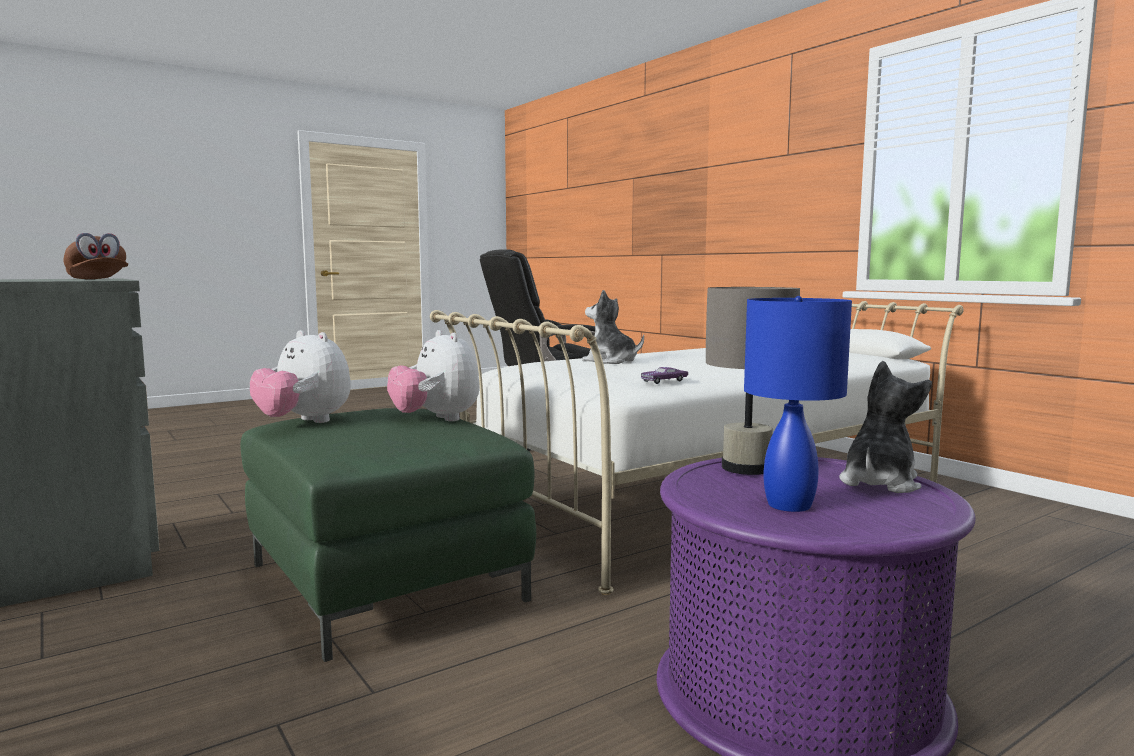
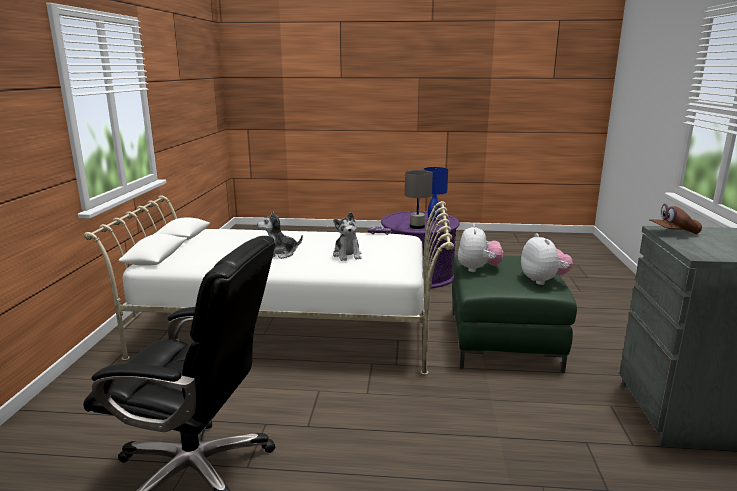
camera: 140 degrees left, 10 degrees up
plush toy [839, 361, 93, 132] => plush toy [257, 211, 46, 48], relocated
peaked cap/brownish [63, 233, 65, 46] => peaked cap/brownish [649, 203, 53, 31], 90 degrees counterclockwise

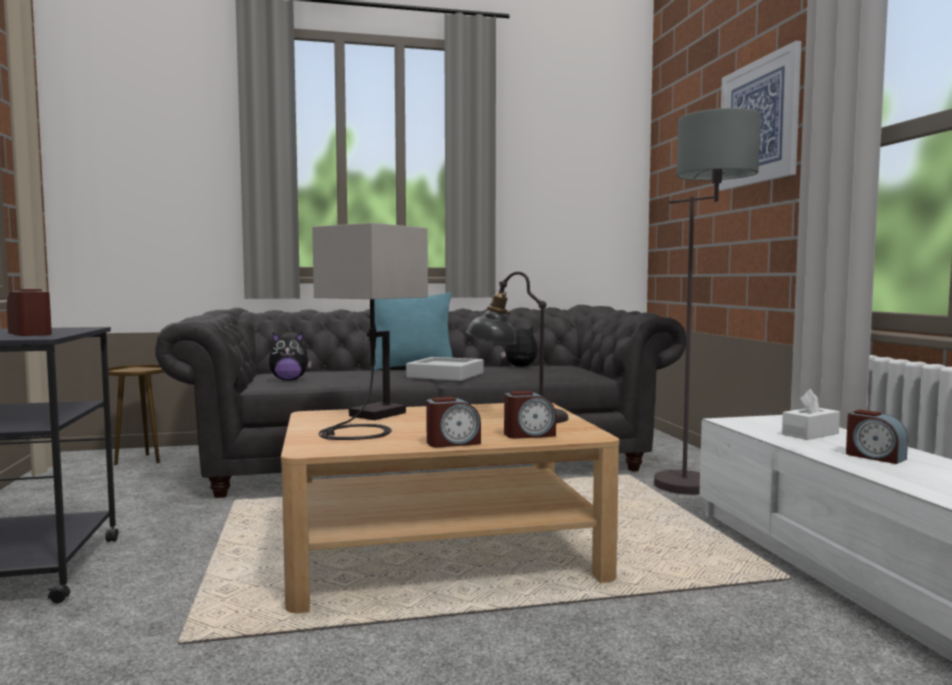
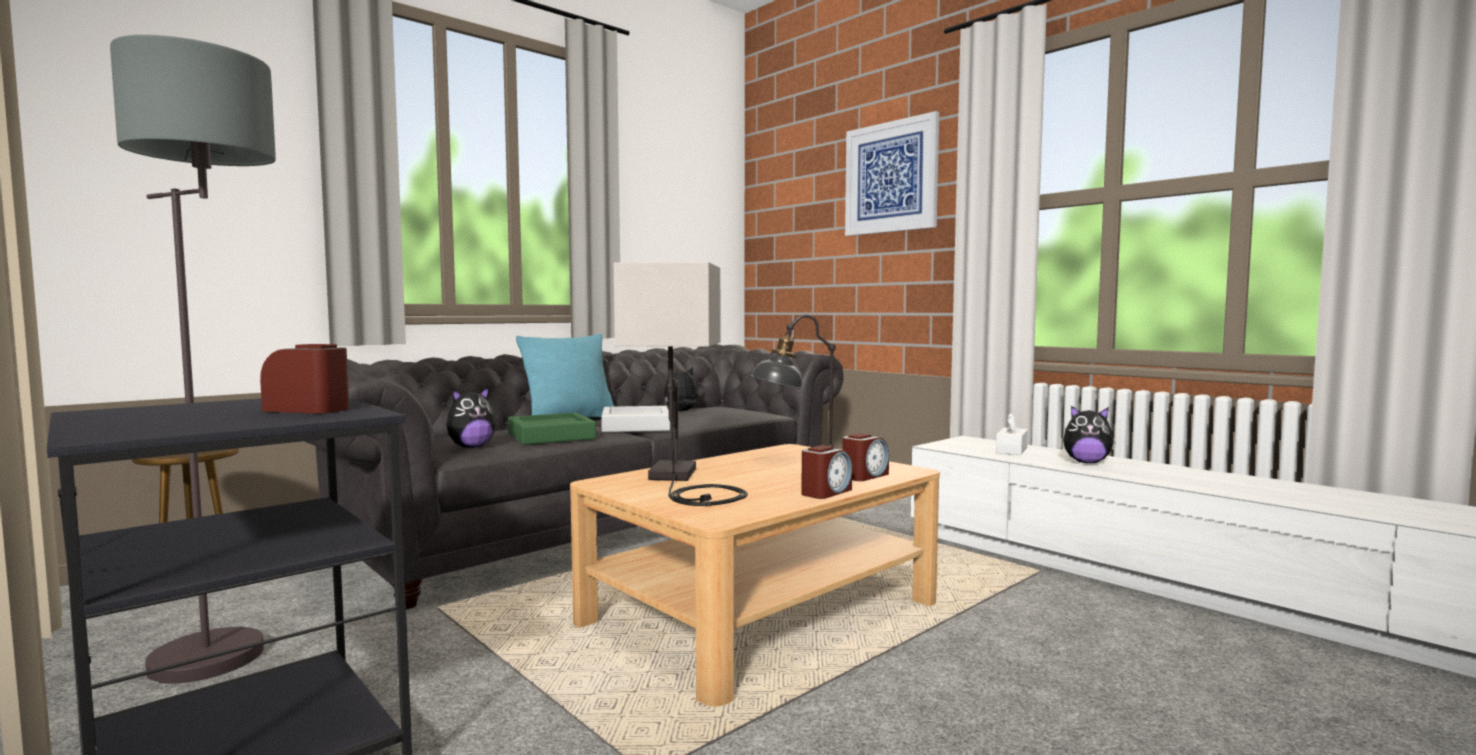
camera: 30 degrees left, 0 degrees up
standard lamp/greyish [654, 108, 106, 387] => standard lamp/greyish [110, 35, 166, 649], relocated
nothing => tray/greenish [508, 412, 88, 33]
table clock [846, 410, 62, 54] => plush toy [1063, 406, 53, 57]

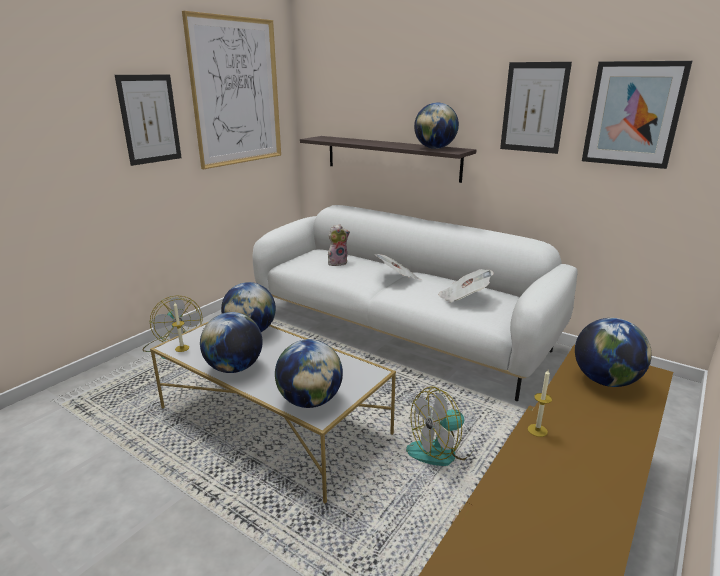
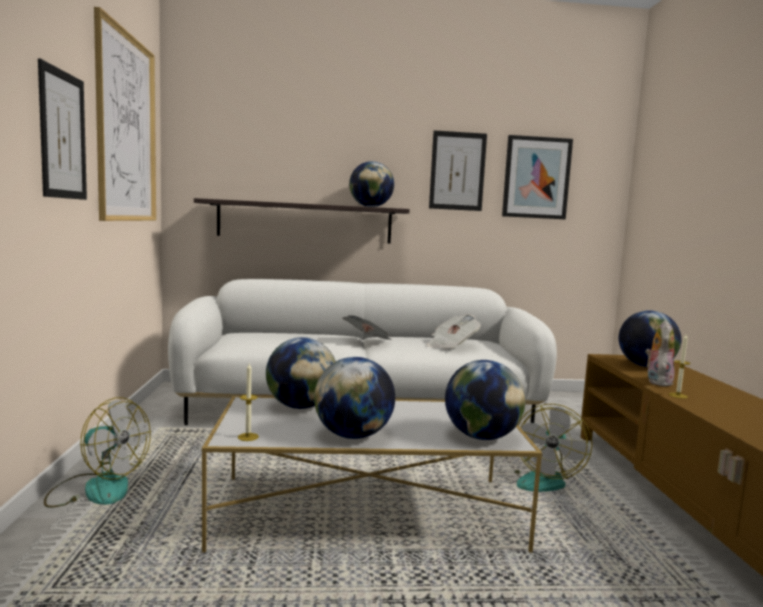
camera: 40 degrees left, 15 degrees down
plush toy [328, 224, 22, 42] => plush toy [645, 320, 30, 66], relocated

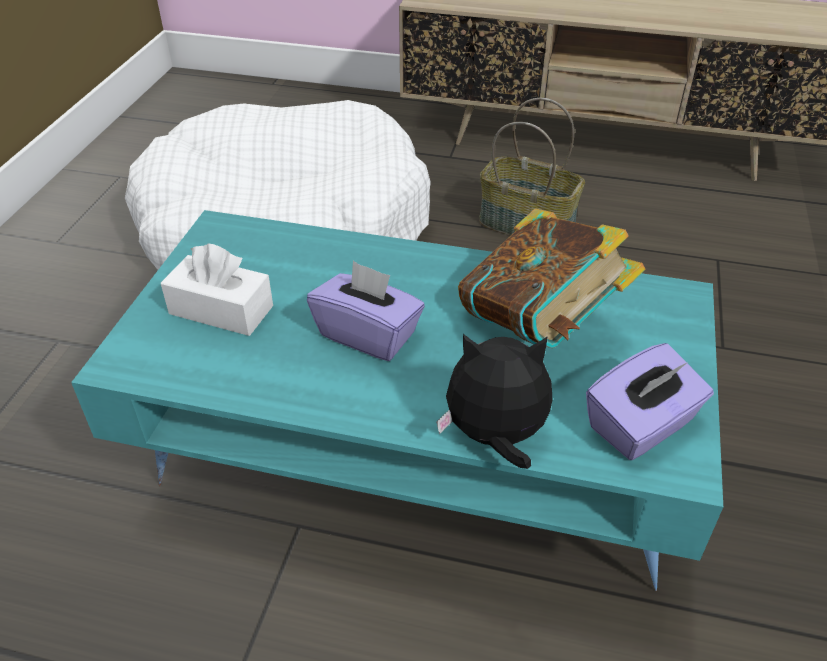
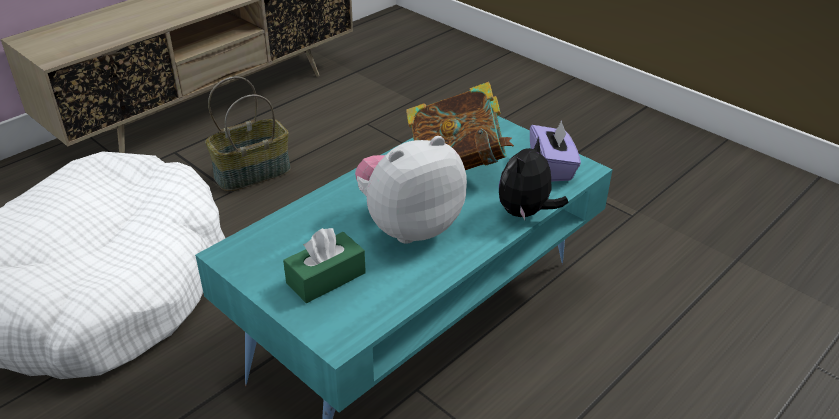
camera: 60 degrees left, 5 degrees down
tissue box/white [161, 243, 112, 93] => tissue box/greenish [283, 228, 83, 75]
tissue box/purple [307, 261, 118, 100] => plush toy [355, 136, 112, 108]

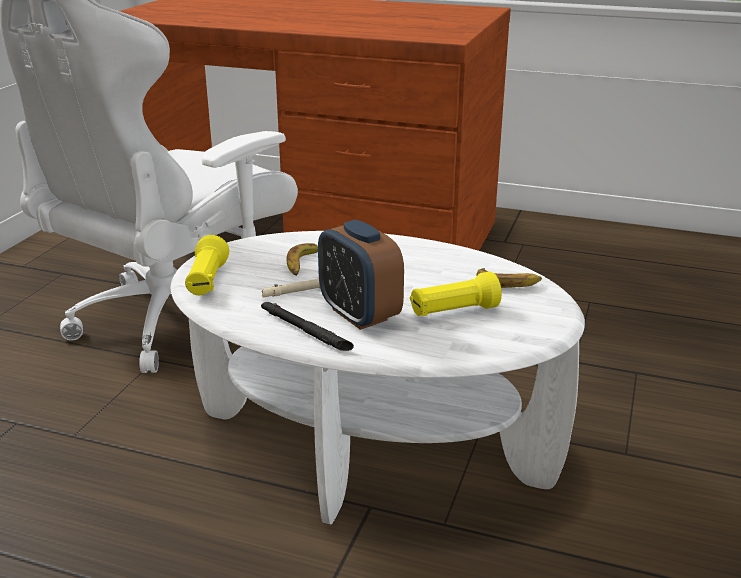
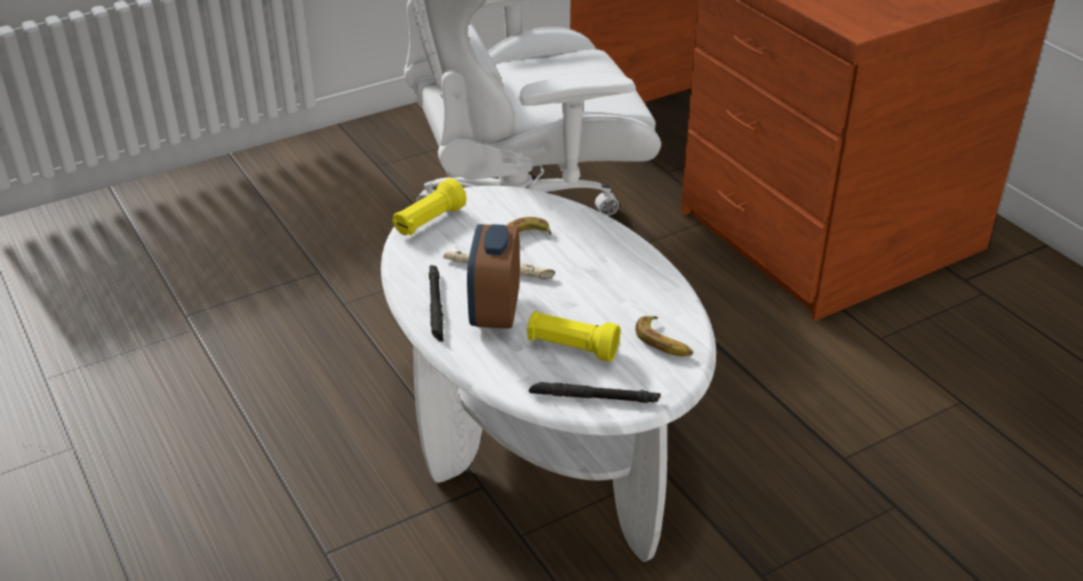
camera: 40 degrees right, 10 degrees up
nothing => torch/black [529, 382, 132, 21]

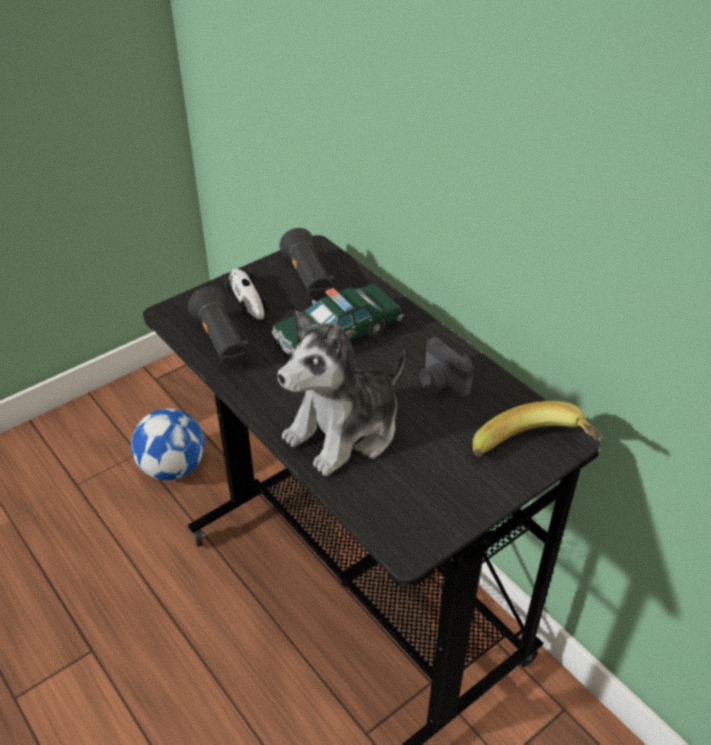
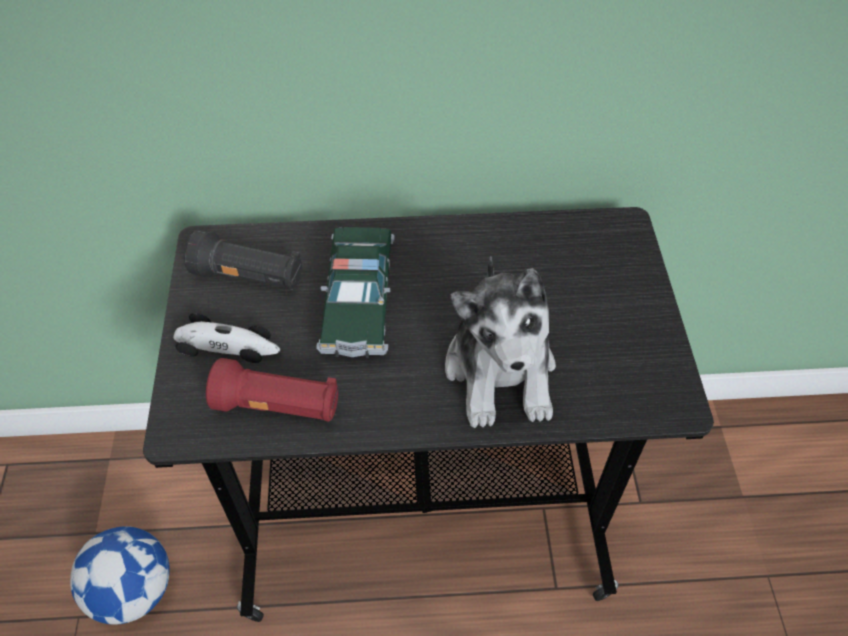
camera: 55 degrees left, 10 degrees up
torch/black [188, 287, 62, 80] => torch/red [206, 358, 132, 64]
photo camera [419, 337, 55, 61] => nothing
banana fruit [473, 401, 129, 56] => nothing

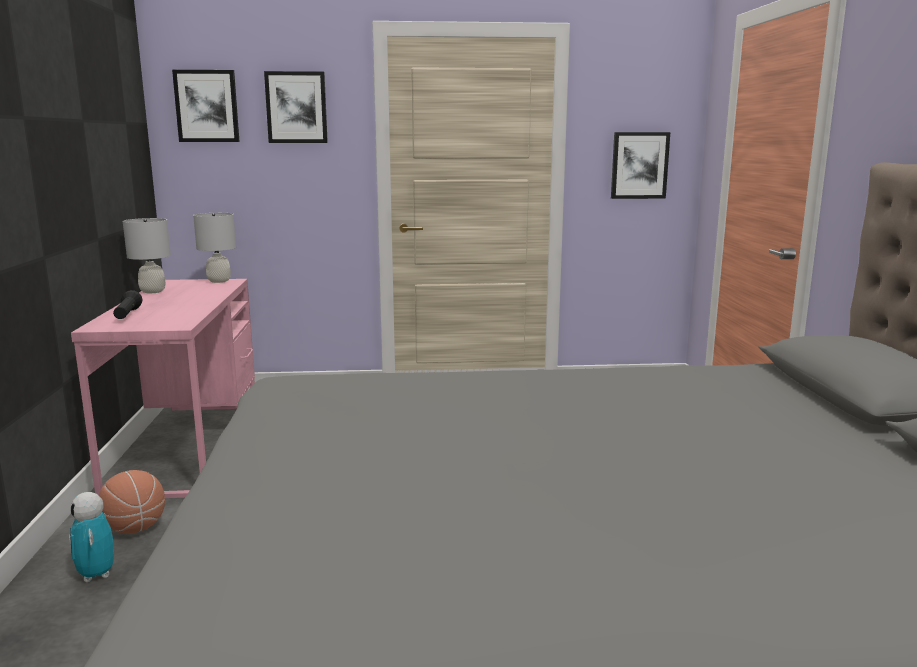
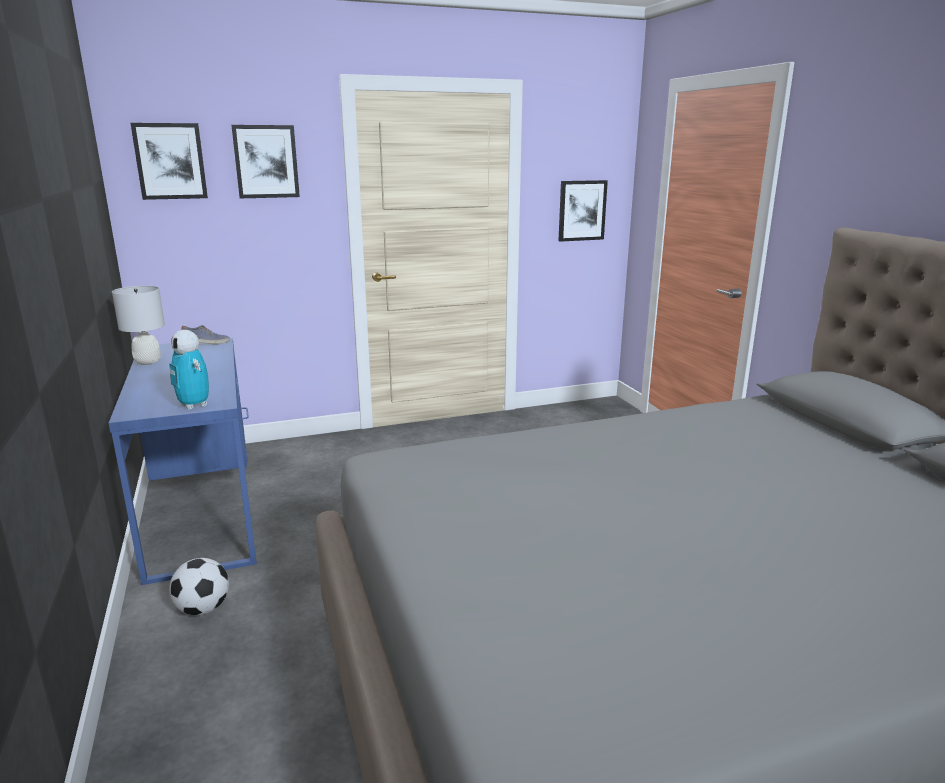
camera: 15 degrees left, 5 degrees up
desk table/pink [71, 279, 184, 219] => desk table/blue [109, 338, 148, 247]
robot figure [69, 492, 45, 90] => robot figure [169, 330, 40, 80], relocated
basketball [99, 470, 66, 64] => football ball [169, 558, 60, 58]
table lamp/greyish [193, 213, 43, 70] => low shoe [181, 325, 49, 19]
torch/black [113, 290, 29, 29] => nothing

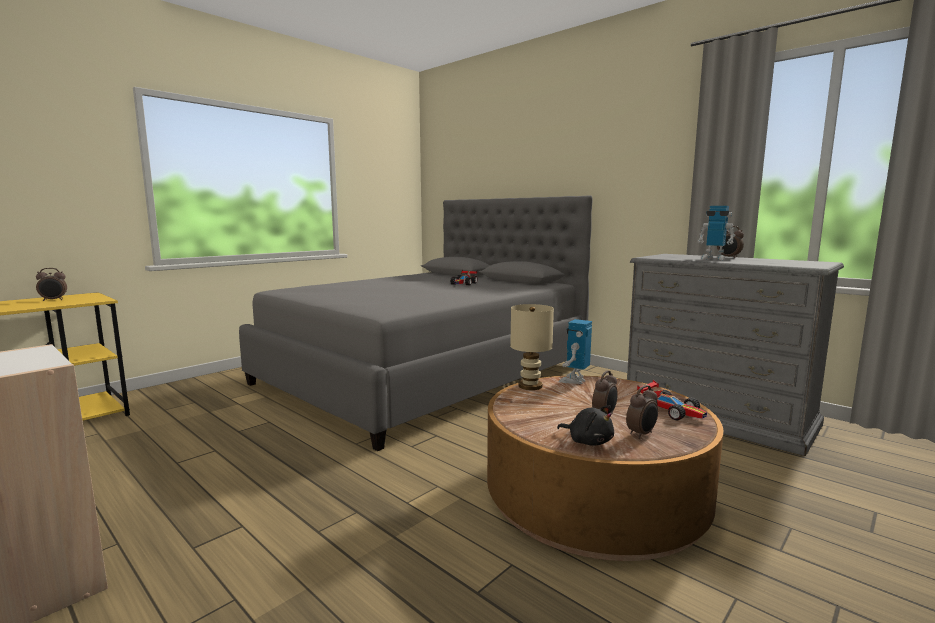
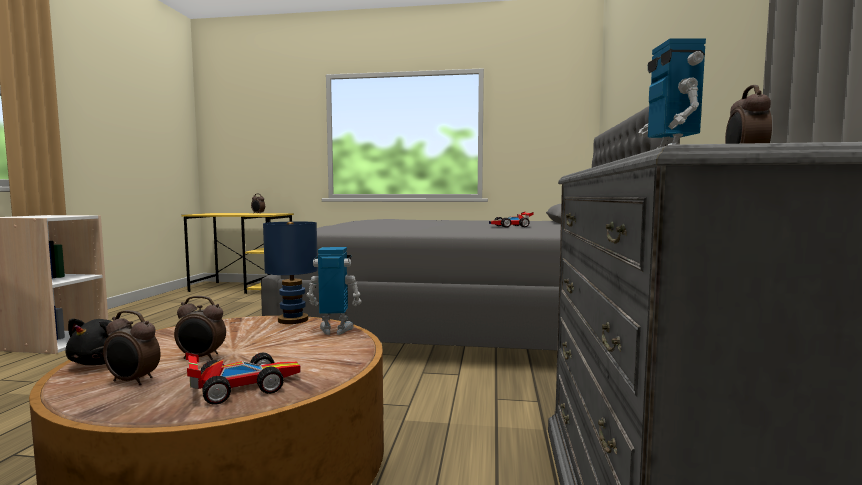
camera: 55 degrees right, 5 degrees down
miniature car [637, 380, 70, 40] => miniature car [186, 352, 115, 53], 135 degrees counterclockwise
table lamp/sand-coloured [510, 304, 44, 86] => table lamp/blue [263, 221, 55, 103]

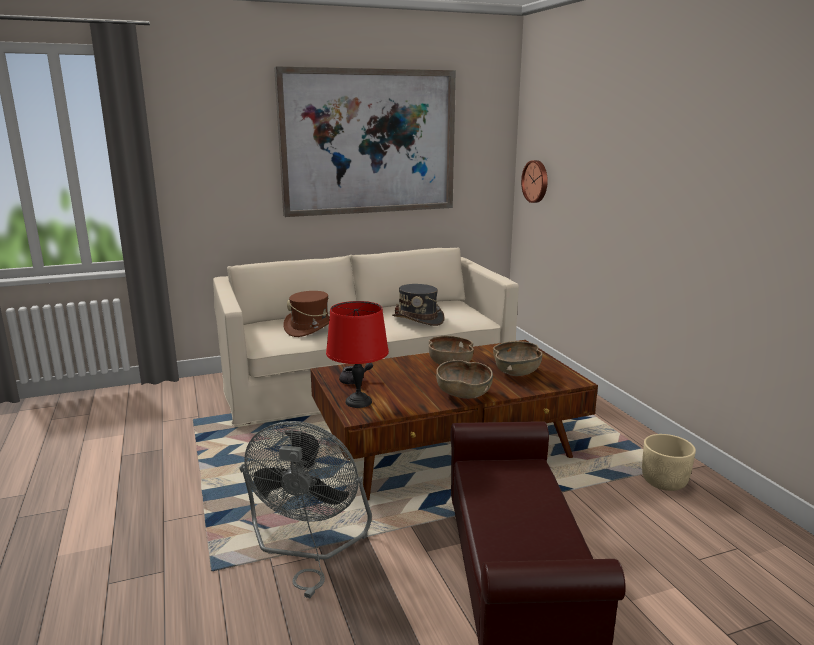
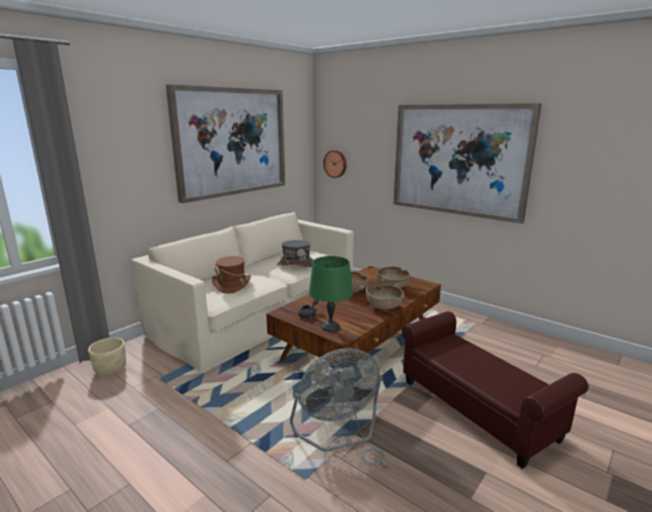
camera: 30 degrees left, 0 degrees up
planter/sand-coloured [642, 434, 54, 57] => planter/sand-coloured [88, 338, 38, 38], relocated
table lamp/red [326, 301, 63, 107] => table lamp/greenish [309, 256, 44, 76]
nothing => wall picture [394, 103, 148, 121]

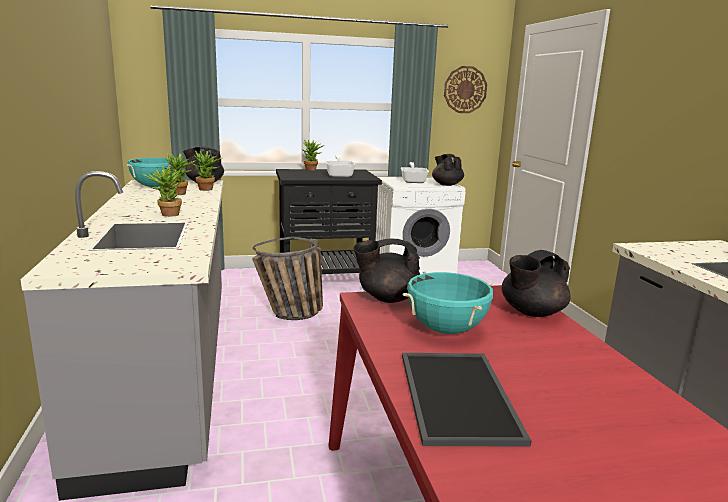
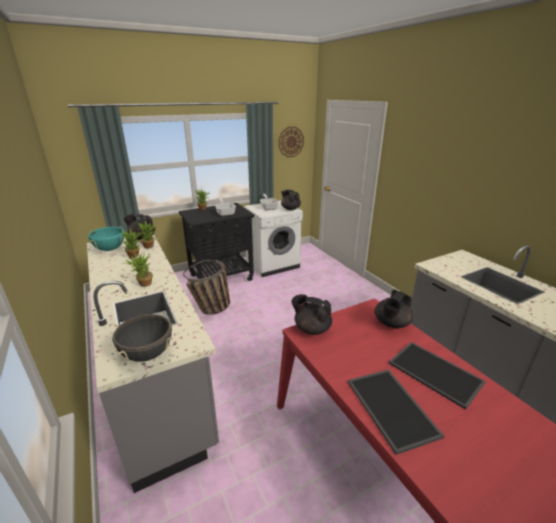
camera: 15 degrees left, 10 degrees up
nothing => cooking pot/black [112, 312, 61, 50]
pot for tea/black [354, 239, 66, 64] => pot for tea/black [291, 294, 41, 41], 45 degrees clockwise
nothing => tray [389, 342, 97, 68]
cooking pot/turquoise-coloured [402, 271, 92, 63] => nothing

